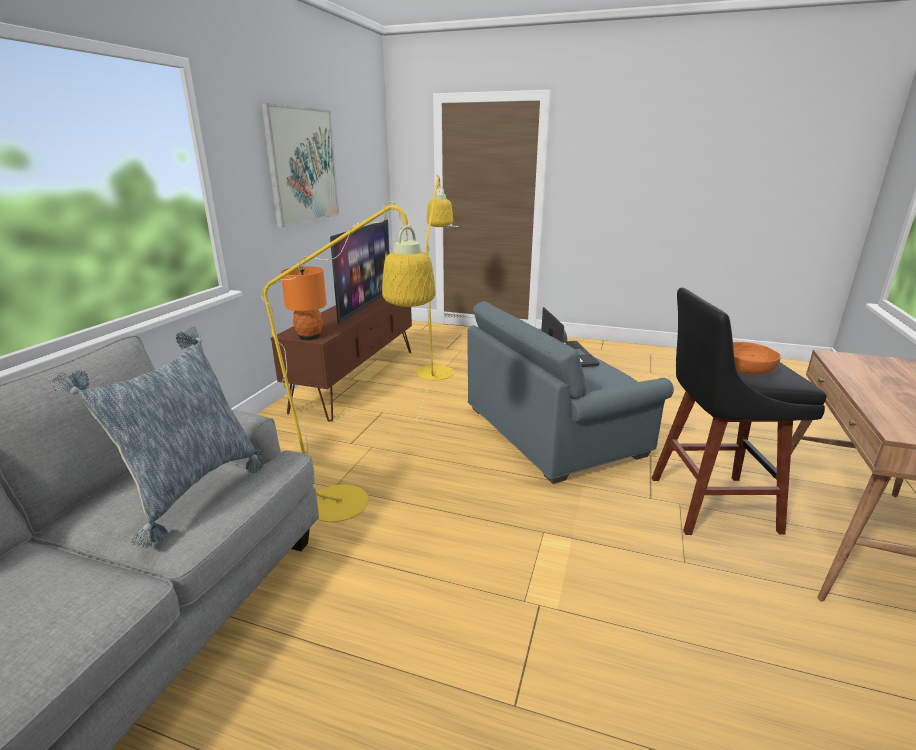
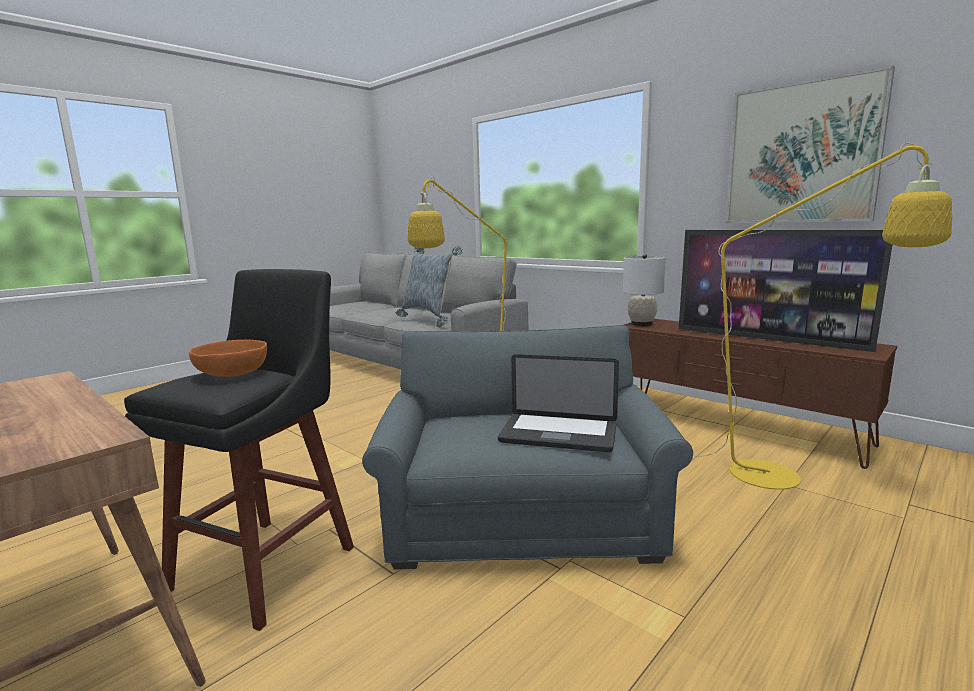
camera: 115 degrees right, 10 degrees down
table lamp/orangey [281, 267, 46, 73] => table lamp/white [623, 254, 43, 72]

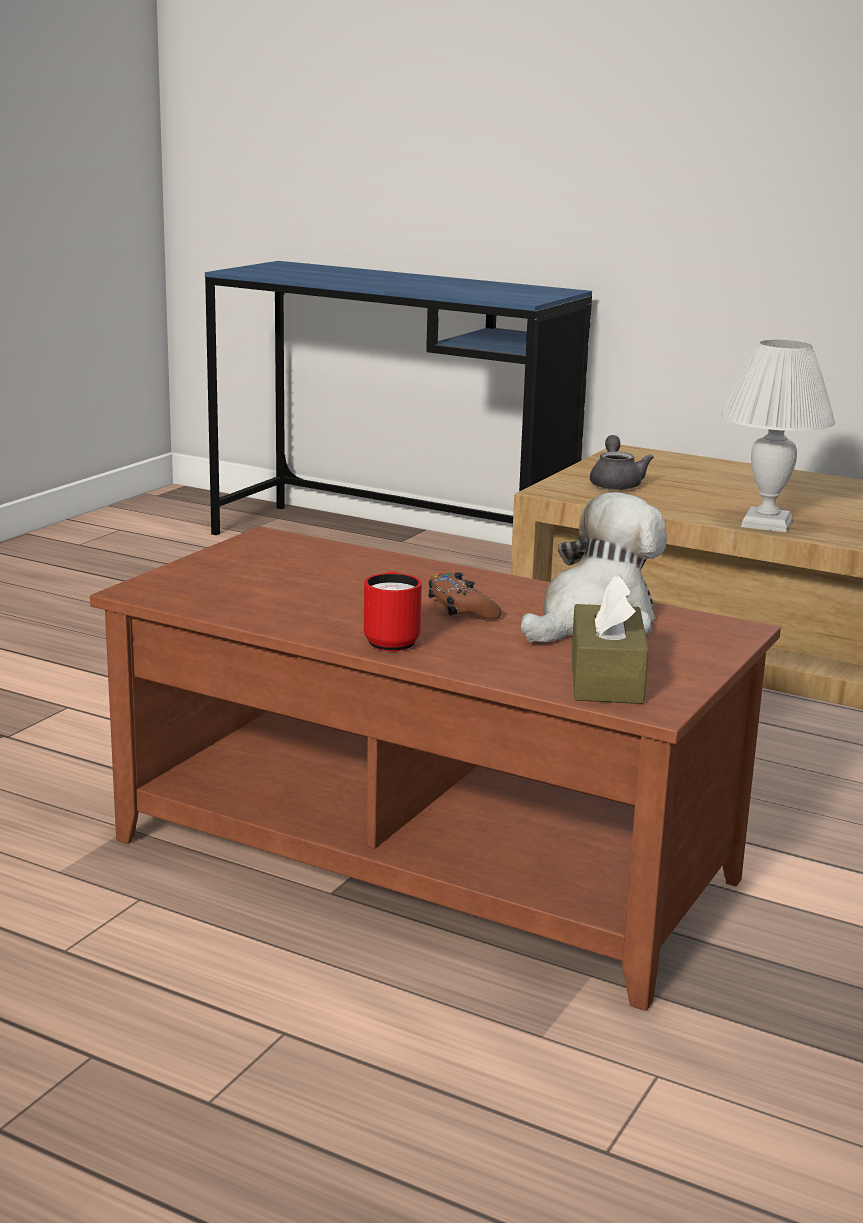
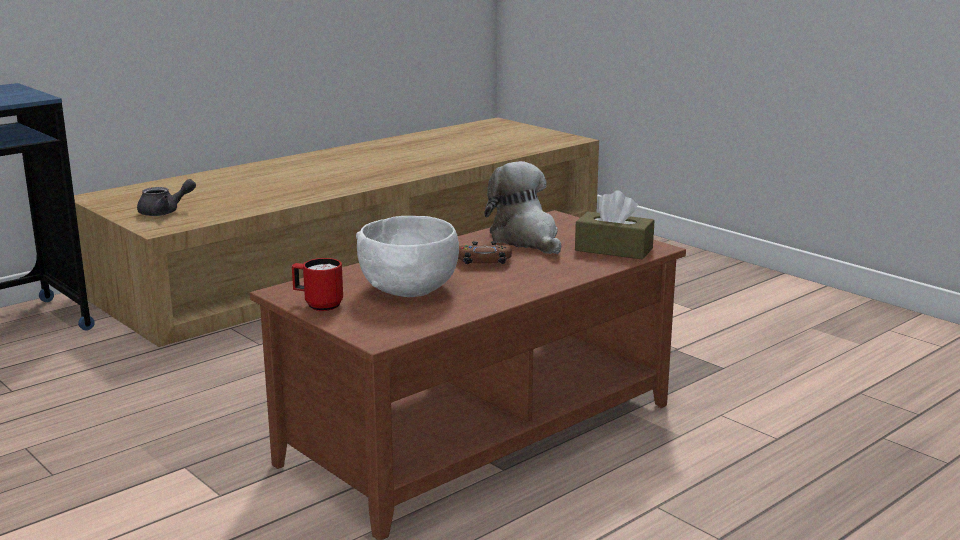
camera: 70 degrees left, 0 degrees up
pot for tea/greyish [590, 435, 64, 55] => pot for tea/greyish [137, 179, 59, 37], 135 degrees clockwise
coffee mug/red [364, 572, 58, 79] => coffee mug/red [292, 258, 51, 53], relocated
nothing => bowl/white [356, 216, 103, 81]
table lamp/white [721, 340, 114, 192] => nothing

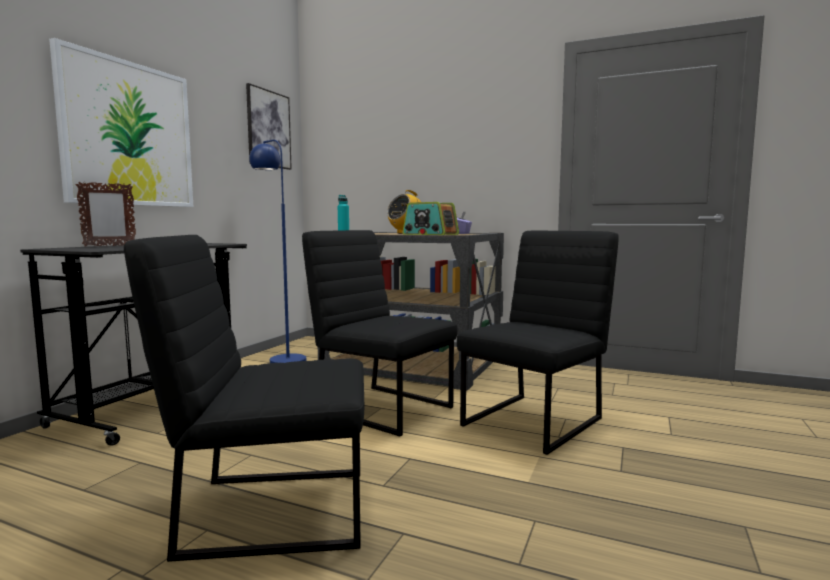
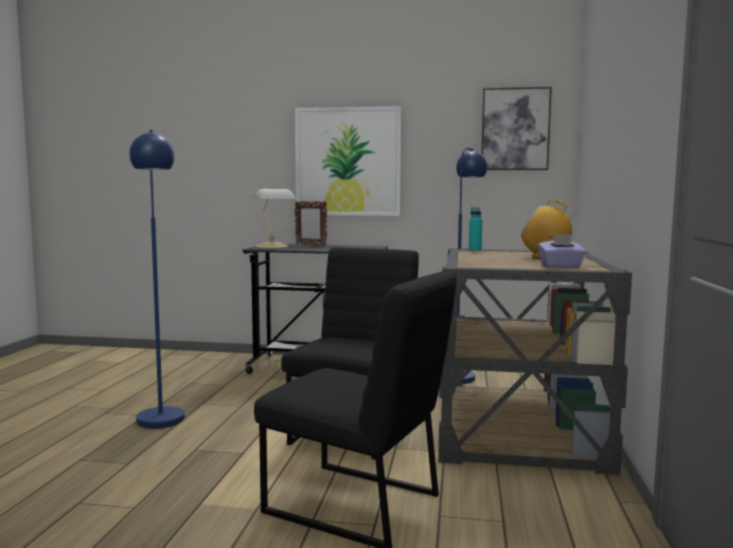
camera: 75 degrees right, 0 degrees up
chair/black [124, 235, 240, 327] => standard lamp/blue [130, 129, 55, 299]
nothing => table lamp [250, 189, 45, 59]
radio [403, 202, 56, 33] => nothing

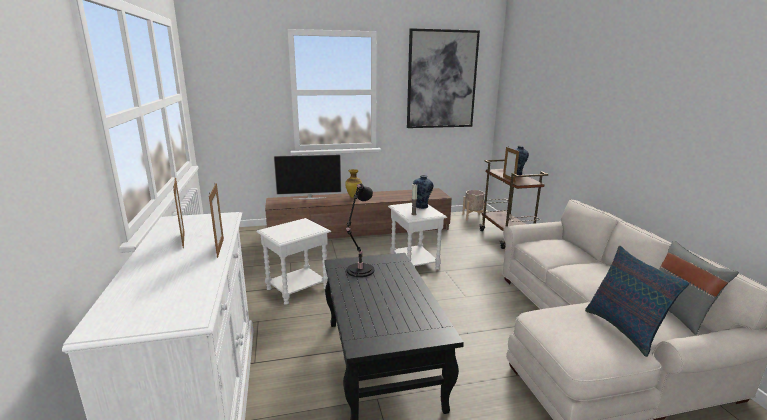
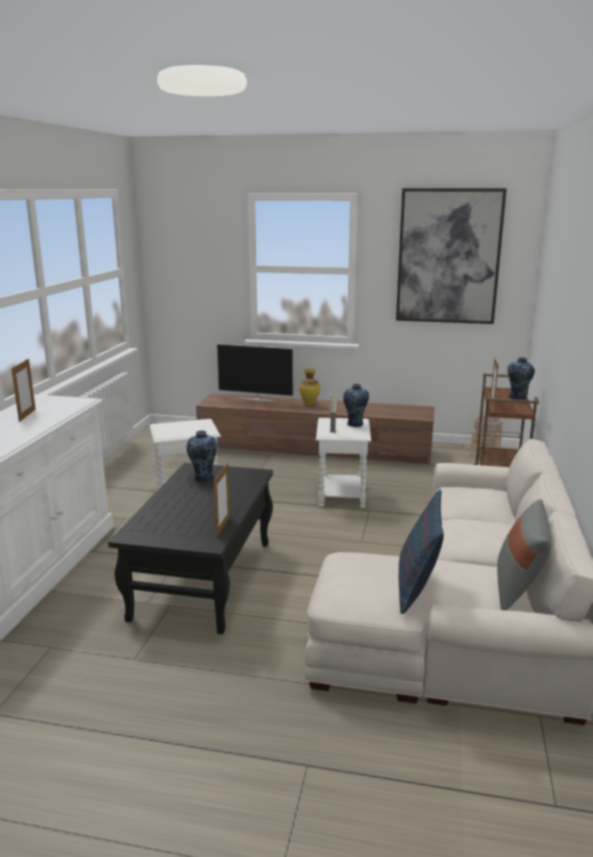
camera: 25 degrees right, 0 degrees up
table lamp/black [346, 183, 28, 94] => flower vase [186, 431, 31, 51]
picture frame [209, 183, 15, 75] => picture frame [214, 463, 16, 74], relocated

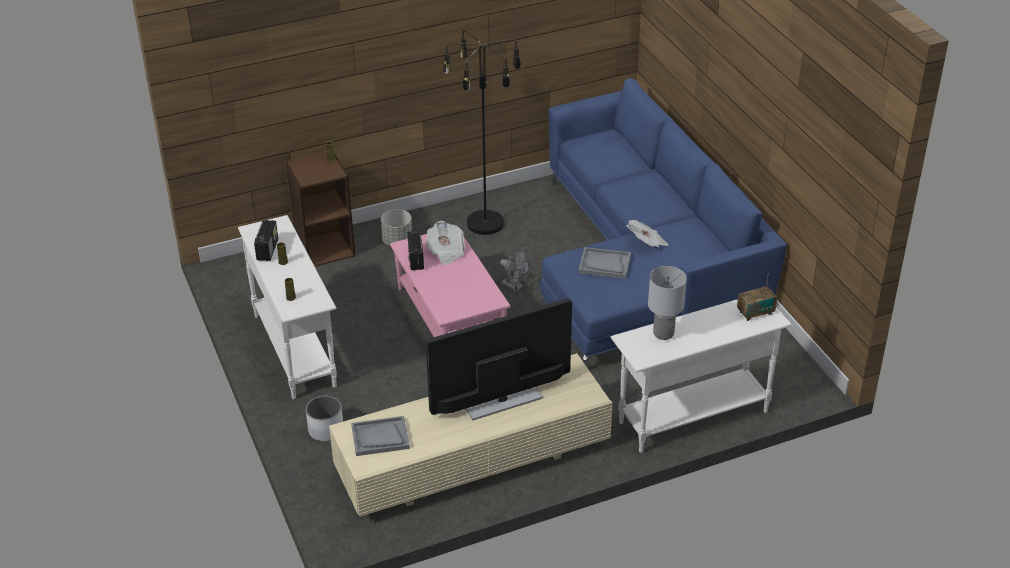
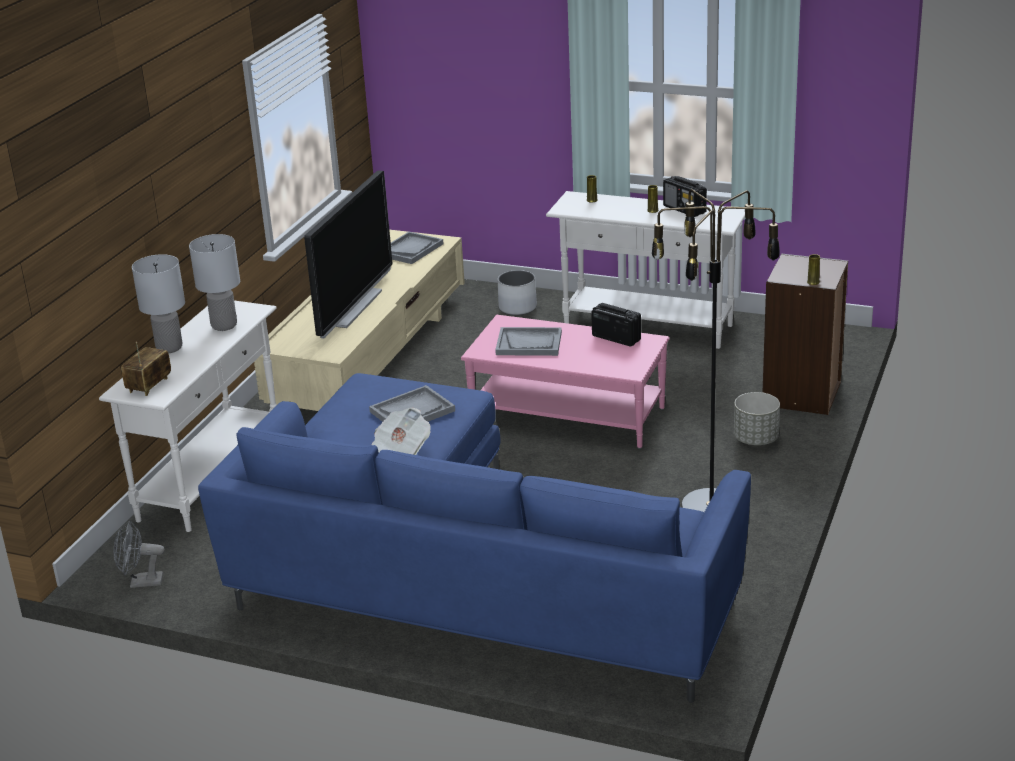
camera: 135 degrees right, 10 degrees down
fan/greyish [500, 251, 30, 41] => fan/greyish [113, 521, 52, 67], relocated
nothing => table lamp/greyish [132, 254, 53, 99]
nothing => tray/greyish [495, 327, 67, 29]
newspaper [426, 221, 39, 44] => nothing

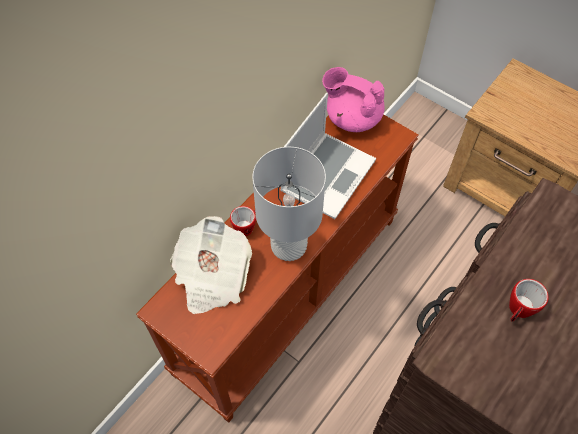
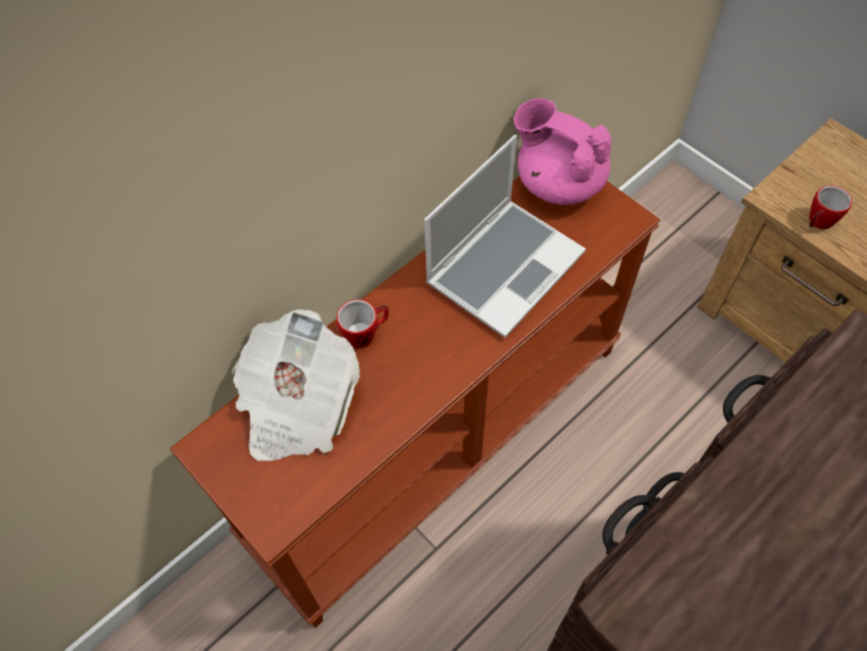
camera: 10 degrees right, 0 degrees up
coffee mug [509, 279, 39, 42] => coffee mug [809, 185, 43, 44], relocated
table lamp/greyish [252, 147, 74, 114] => nothing

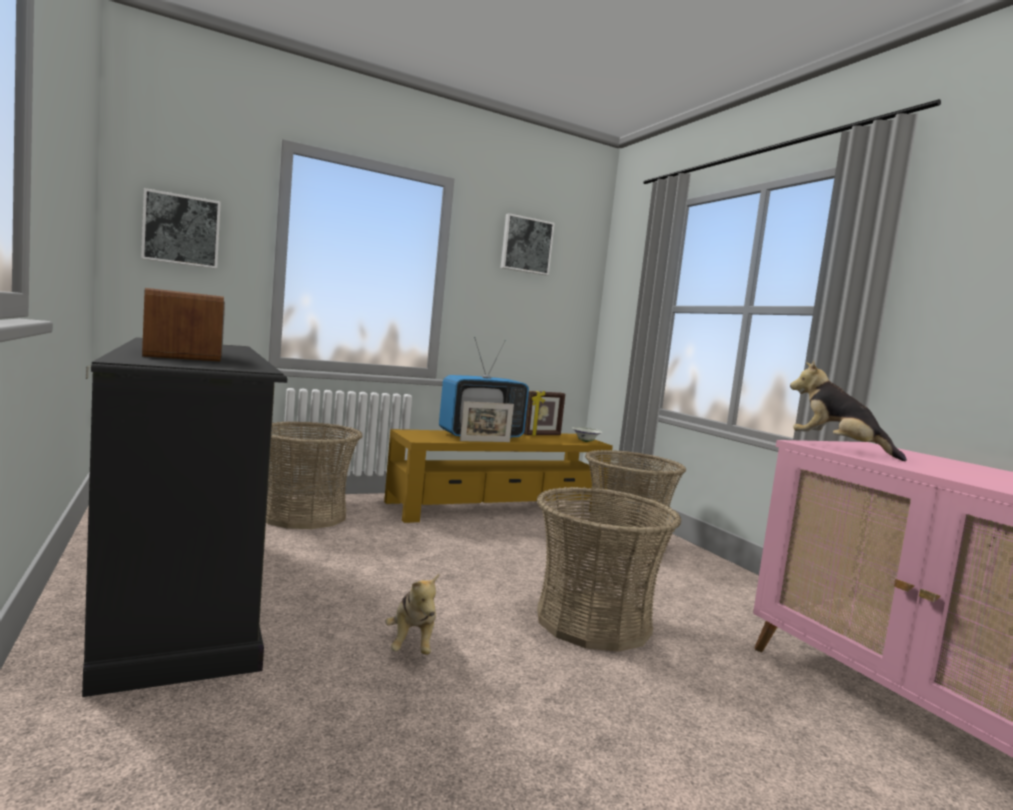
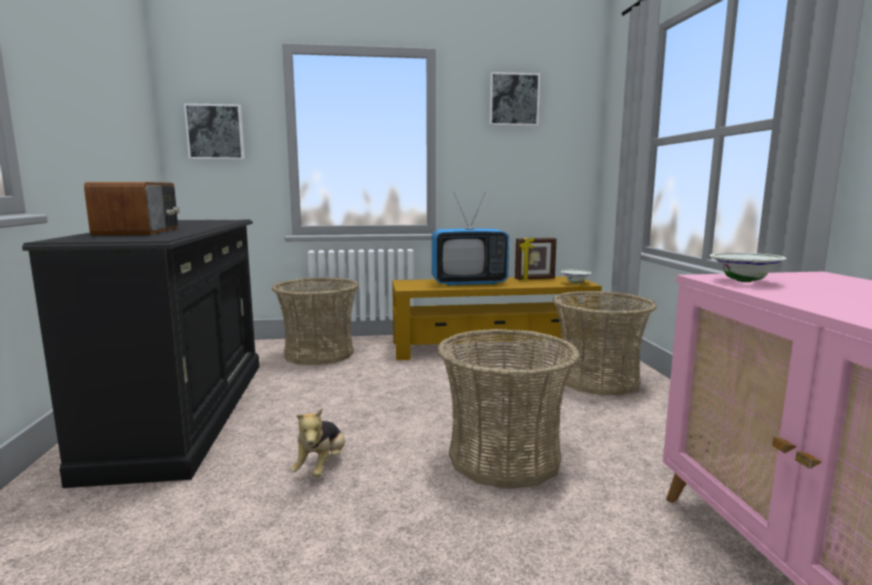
camera: 20 degrees right, 5 degrees up
plush toy [790, 361, 117, 100] => bowl/white [710, 253, 77, 29]
picture frame [460, 401, 54, 41] => nothing

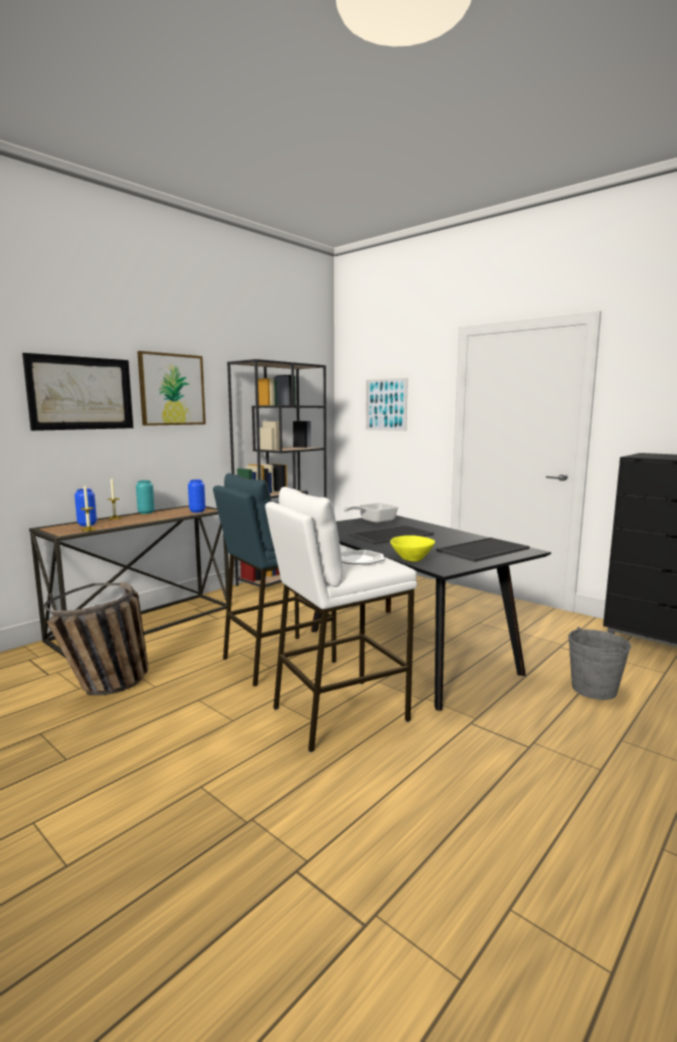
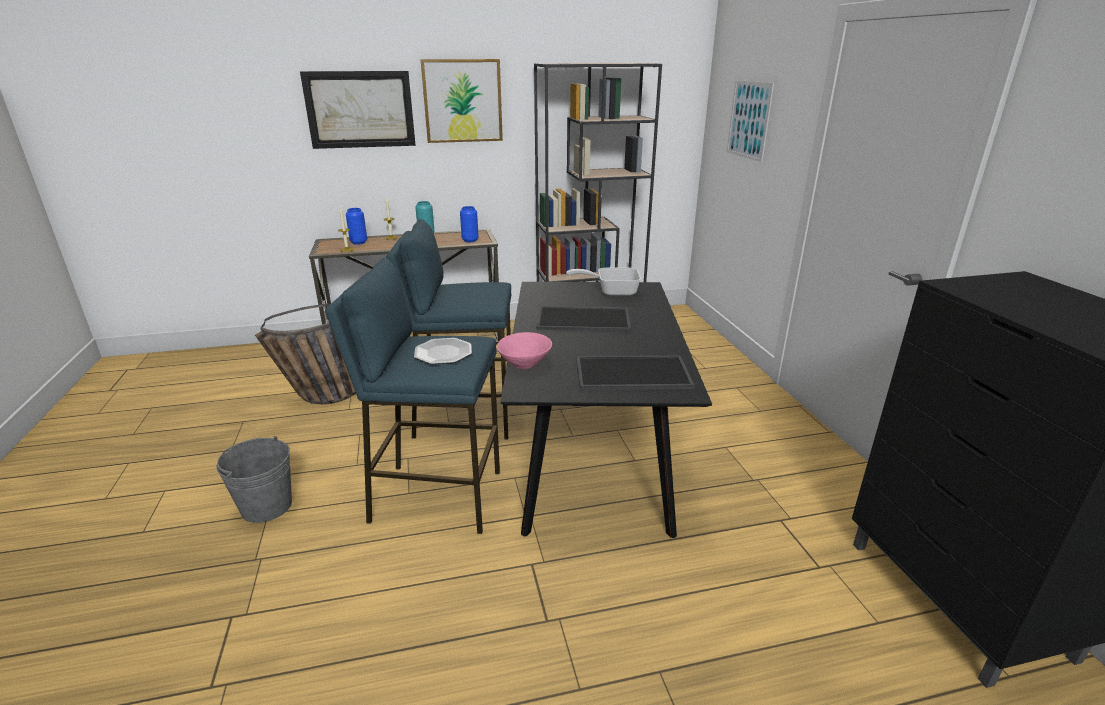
camera: 35 degrees right, 15 degrees up
pail/greyish [568, 627, 63, 73] => pail/greyish [216, 436, 76, 87], relocated
sitting stool/white [265, 487, 152, 266] => sitting stool/blue [325, 258, 175, 276]
bowl/yellow [390, 536, 45, 26] => bowl/pink [497, 332, 55, 38]

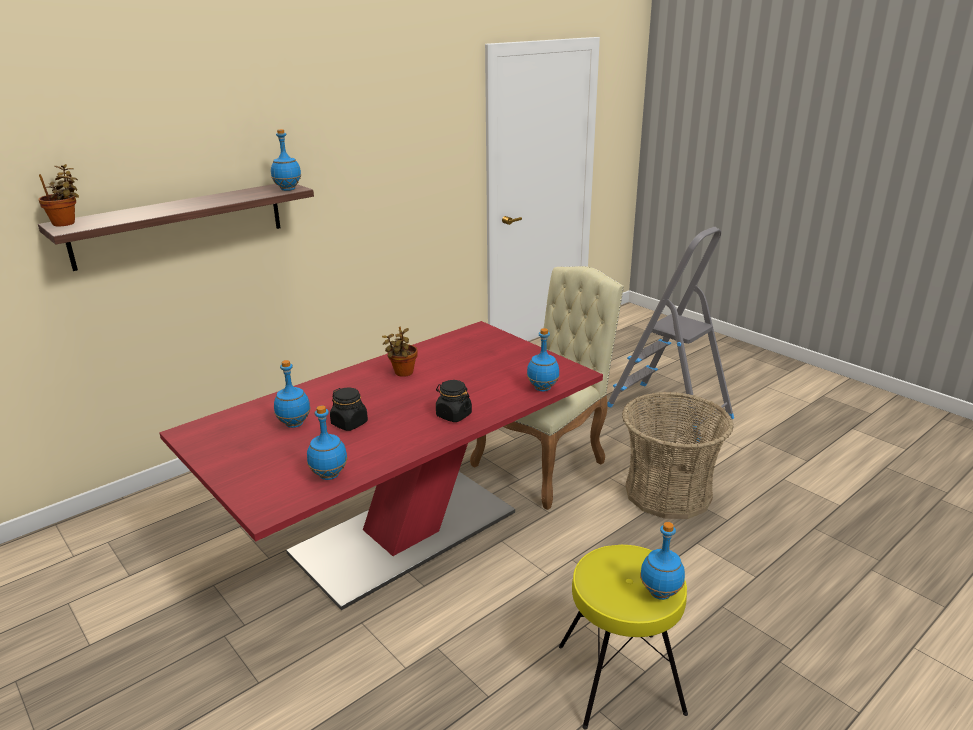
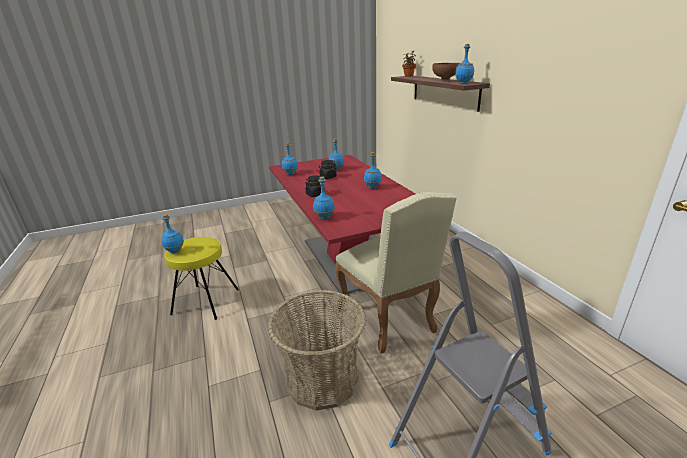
camera: 110 degrees right, 0 degrees up
plant in a pot [382, 327, 36, 50] => beverage bottle/blue [364, 152, 18, 37]
nothing => bowl/brownish [432, 63, 28, 19]

